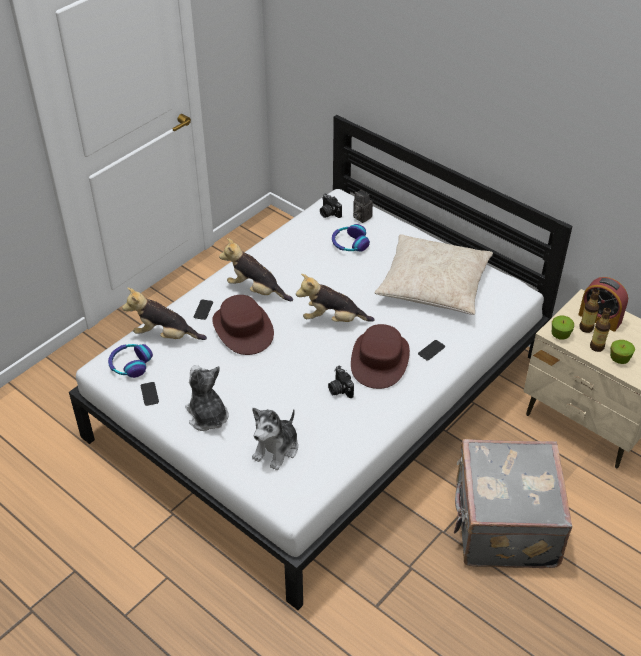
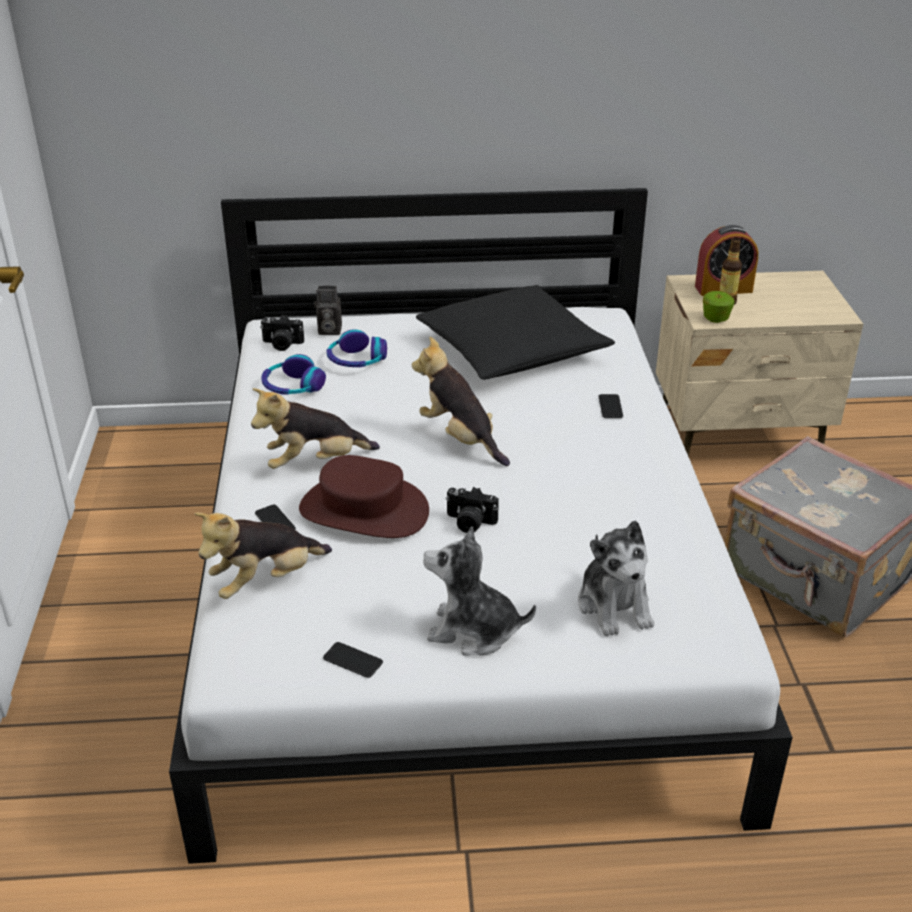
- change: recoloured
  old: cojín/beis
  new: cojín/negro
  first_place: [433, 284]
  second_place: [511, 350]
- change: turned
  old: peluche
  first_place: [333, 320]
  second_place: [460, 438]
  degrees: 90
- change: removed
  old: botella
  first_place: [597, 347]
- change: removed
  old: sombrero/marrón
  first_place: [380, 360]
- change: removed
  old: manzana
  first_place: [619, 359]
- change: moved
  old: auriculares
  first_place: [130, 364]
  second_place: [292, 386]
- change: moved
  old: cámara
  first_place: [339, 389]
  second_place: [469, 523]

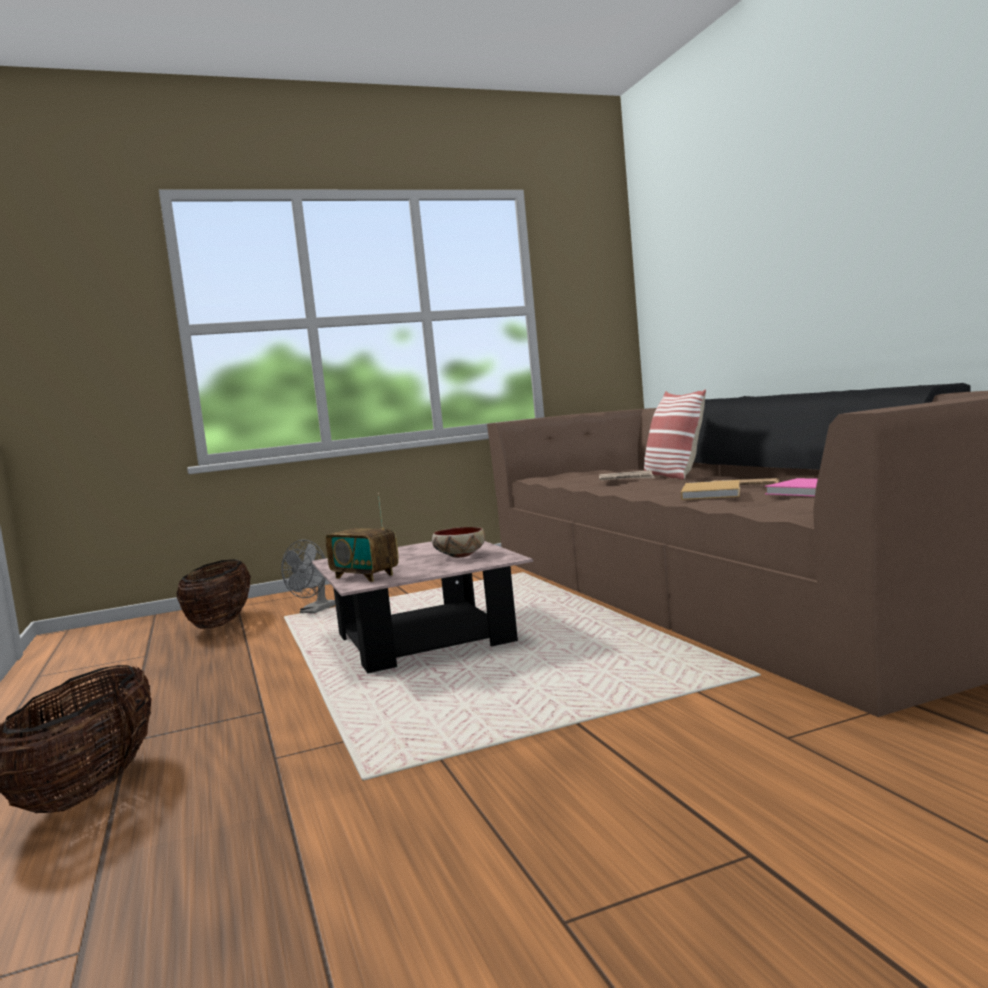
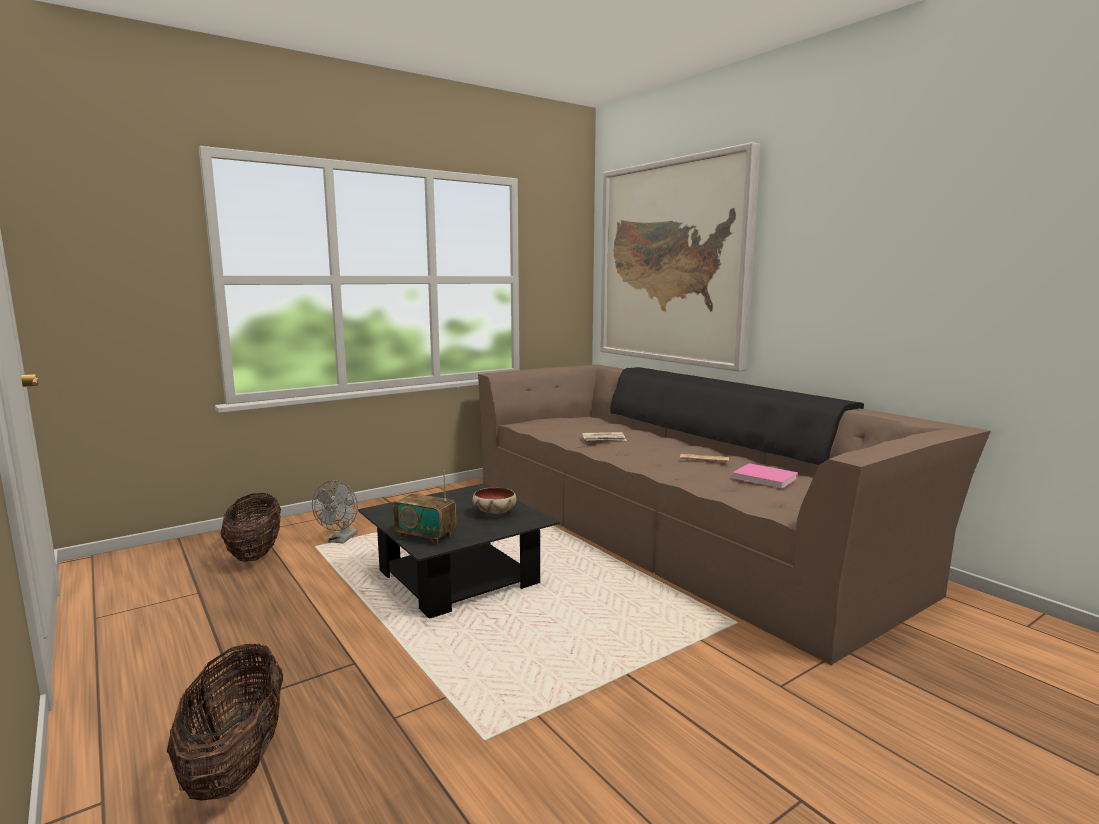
- change: removed
  old: cojín
  first_place: [673, 476]
- change: removed
  old: libro/beis
  first_place: [711, 493]
- change: recoloured
  old: mesa de centro/rosa
  new: mesa de centro/negro
  first_place: [423, 639]
  second_place: [458, 577]
- change: added
  new: cuadro
  second_place: [673, 263]

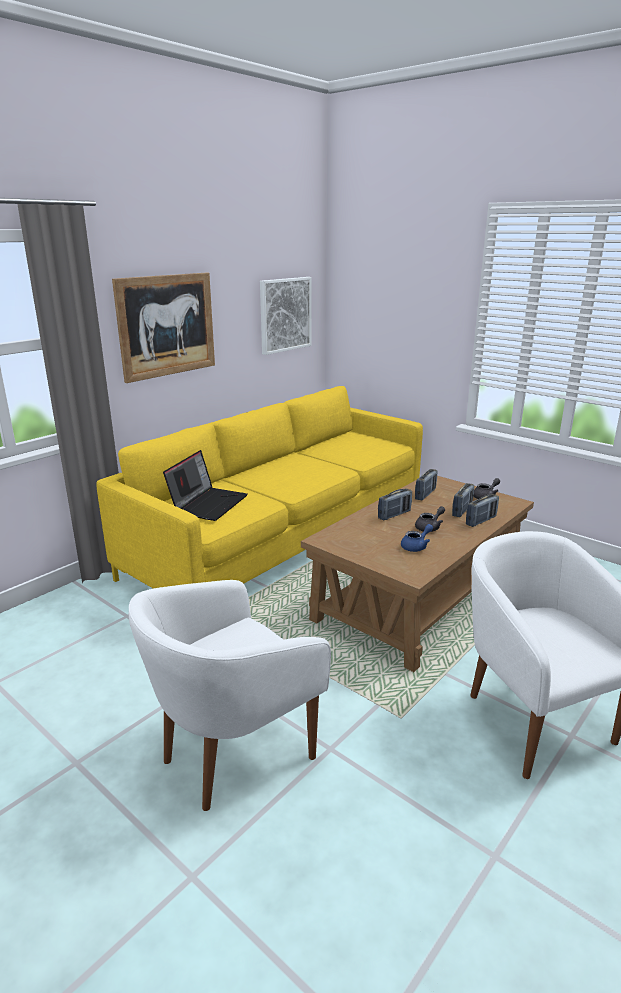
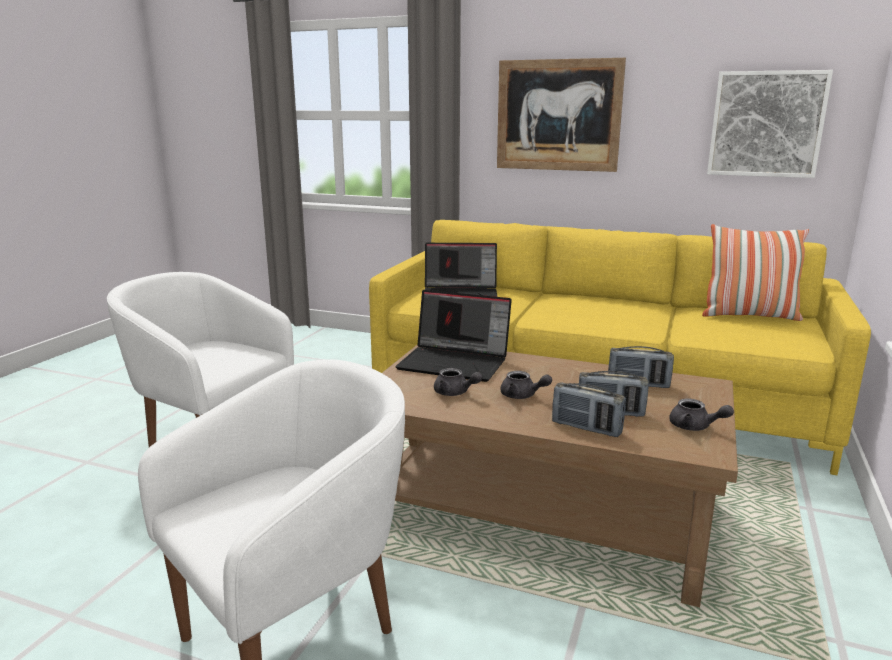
- change: removed
  old: radio
  first_place: [394, 515]
- change: recoloured
  old: tetera/azul
  new: tetera/gris
  first_place: [416, 546]
  second_place: [455, 393]
- change: added
  new: cojín
  second_place: [749, 316]
- change: added
  new: portátil
  second_place: [455, 362]

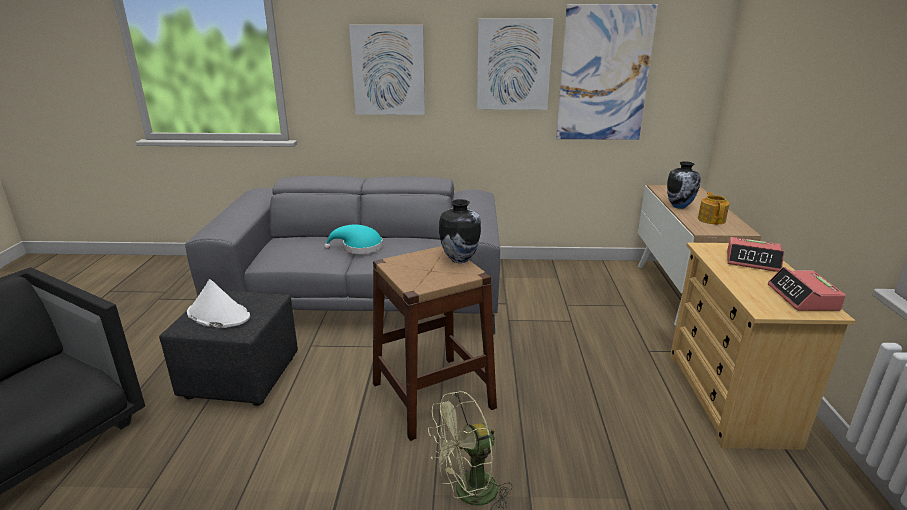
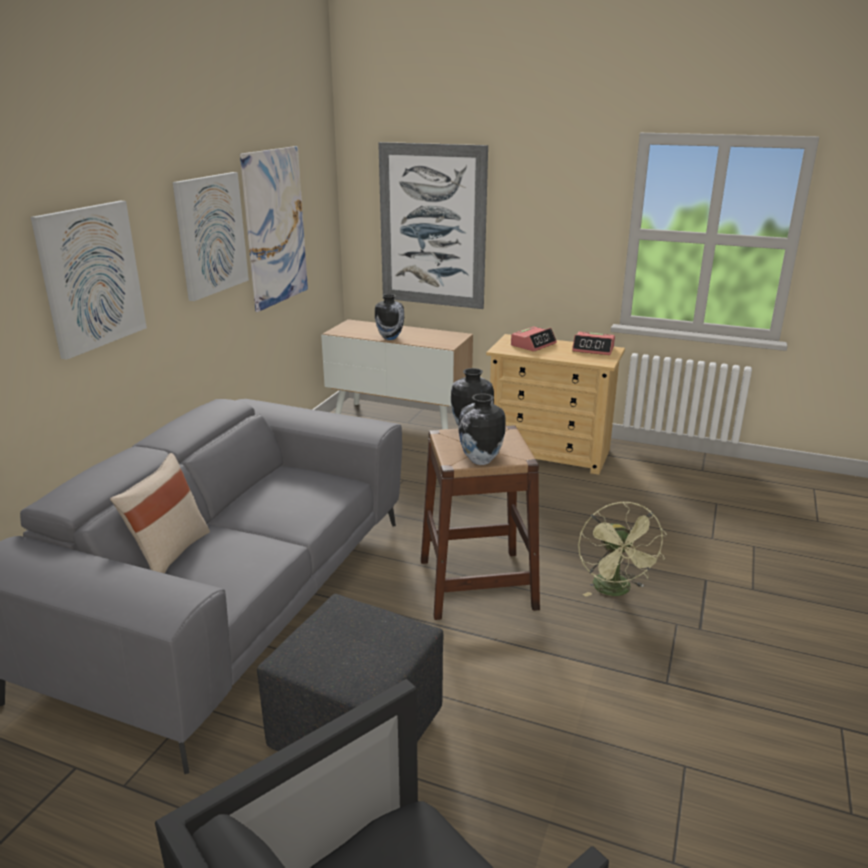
- change: removed
  old: tetera
  first_place: [711, 219]
- change: removed
  old: sombrero/turquesa
  first_place: [359, 247]
- change: removed
  old: sombrero/blanco
  first_place: [218, 315]
- change: added
  new: cuadro
  second_place: [432, 226]
- change: added
  new: florero
  second_place: [480, 461]
- change: added
  new: cojín/beis
  second_place: [169, 554]

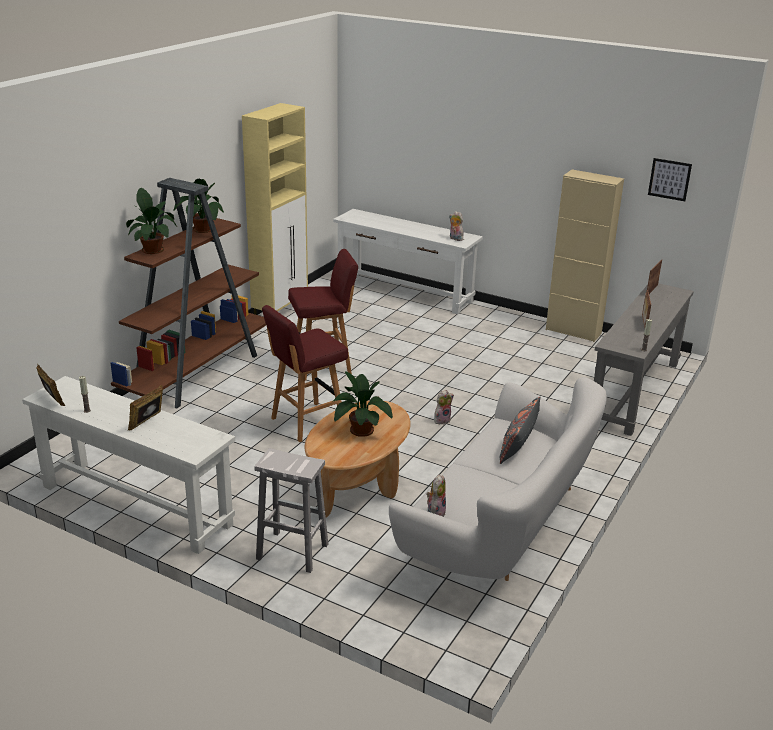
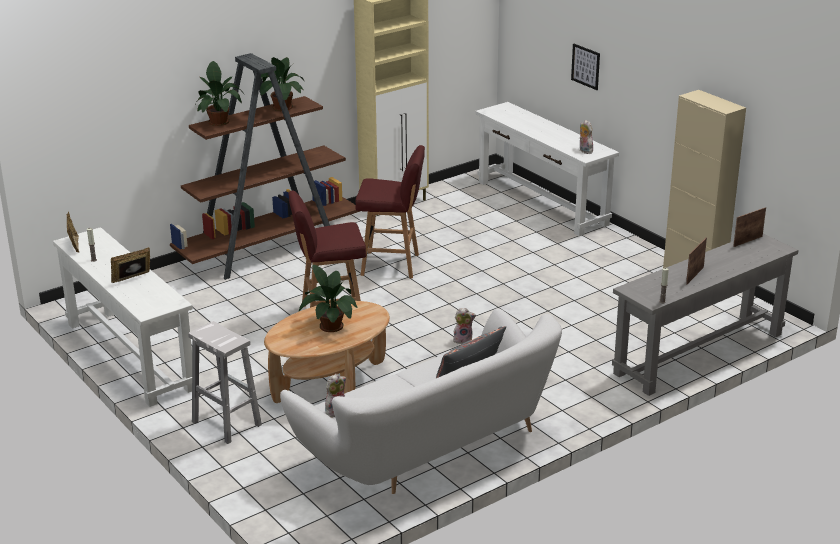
- change: moved
  old: cuadro
  first_place: [669, 179]
  second_place: [585, 66]

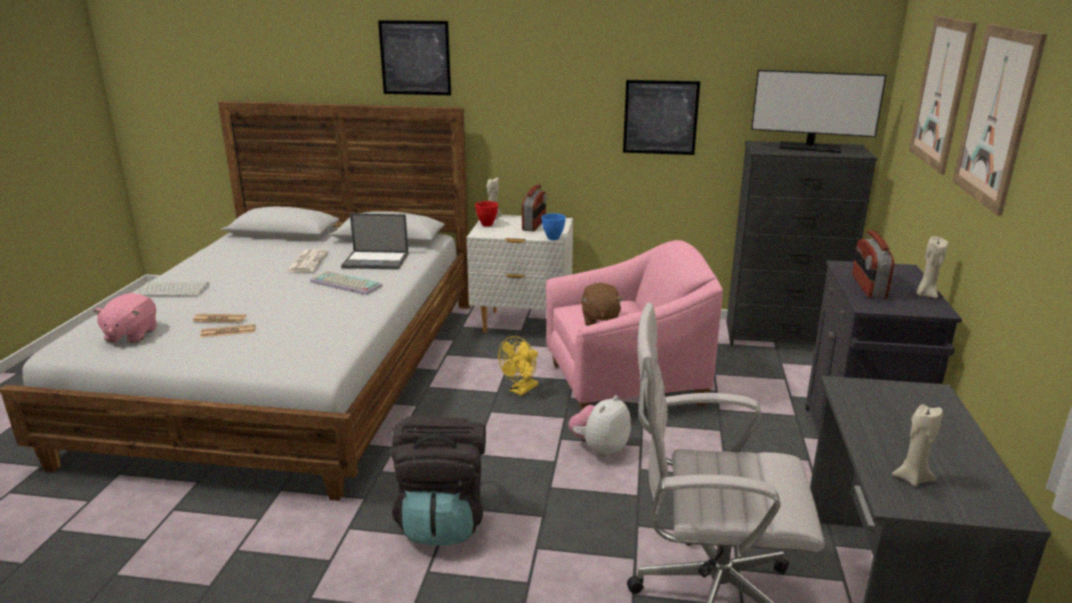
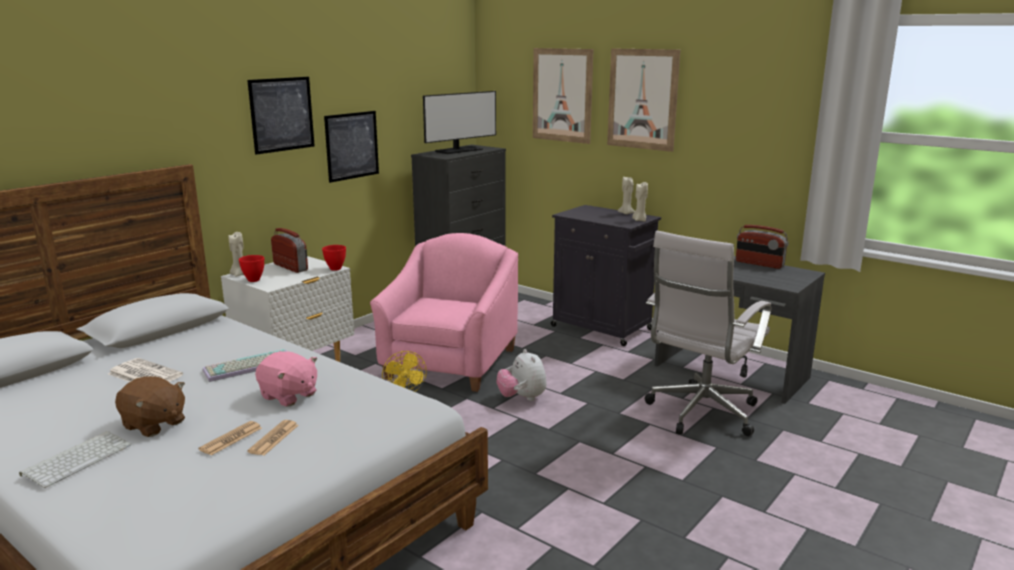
- change: moved
  old: cuadro
  first_place: [415, 58]
  second_place: [282, 114]
- change: removed
  old: portátil
  first_place: [376, 260]
- change: recoloured
  old: cuenco/azul
  new: cuenco/rojo
  first_place: [552, 238]
  second_place: [335, 269]
- change: moved
  old: radio
  first_place: [868, 287]
  second_place: [759, 264]
- change: moved
  old: peluche/marrón
  first_place: [599, 320]
  second_place: [154, 424]
- change: moved
  old: peluche/rosa
  first_place: [131, 335]
  second_place: [288, 396]
- change: moved
  old: vela/beis
  first_place: [912, 478]
  second_place: [639, 220]
- change: removed
  old: mochila/negro
  first_place: [442, 519]

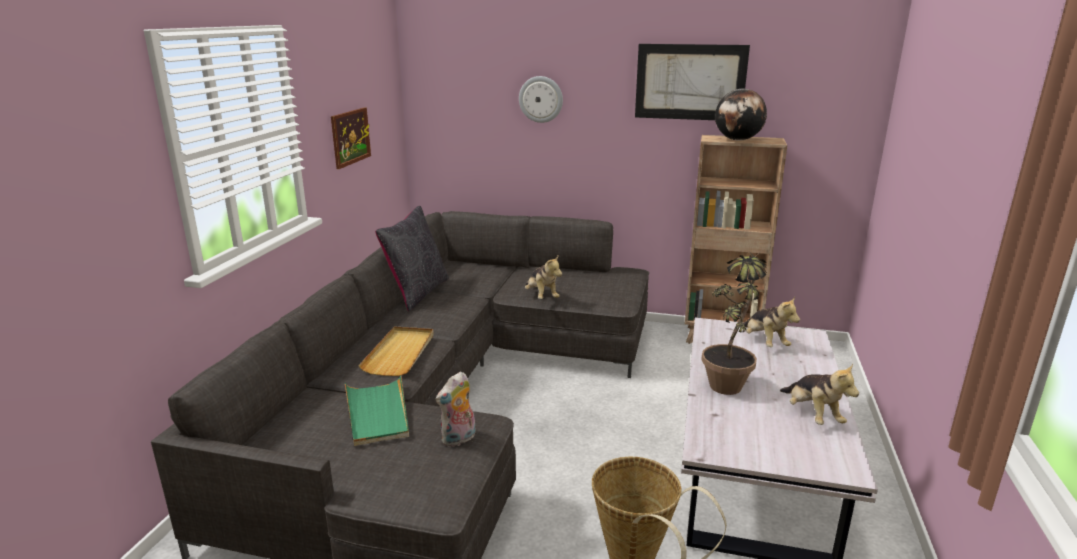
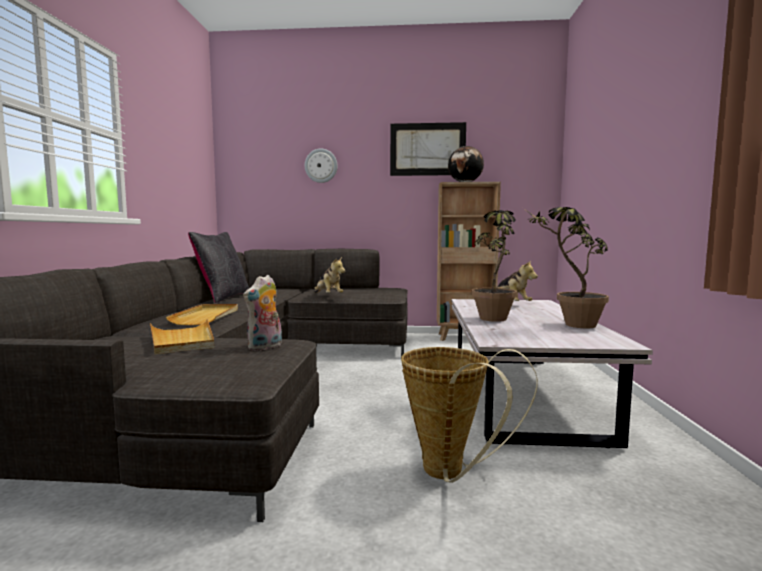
- change: removed
  old: cuadro
  first_place: [350, 137]
- change: replaced
  old: peluche
  new: planta en maceta
  first_place: [812, 415]
  second_place: [570, 325]
- change: recoloured
  old: bandeja/verde
  new: bandeja/beis
  first_place: [377, 413]
  second_place: [182, 339]

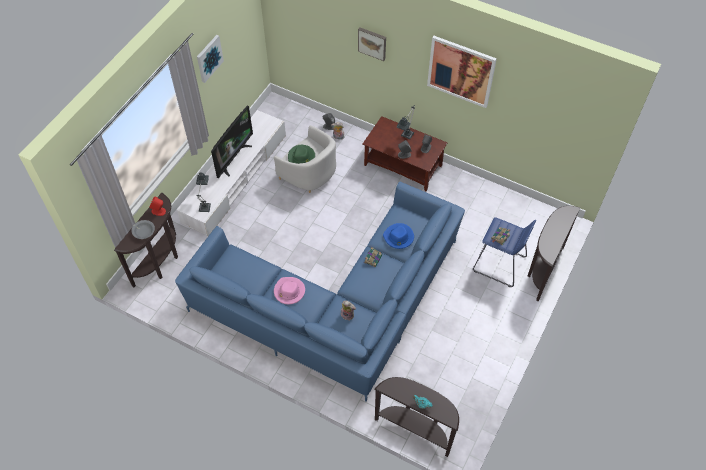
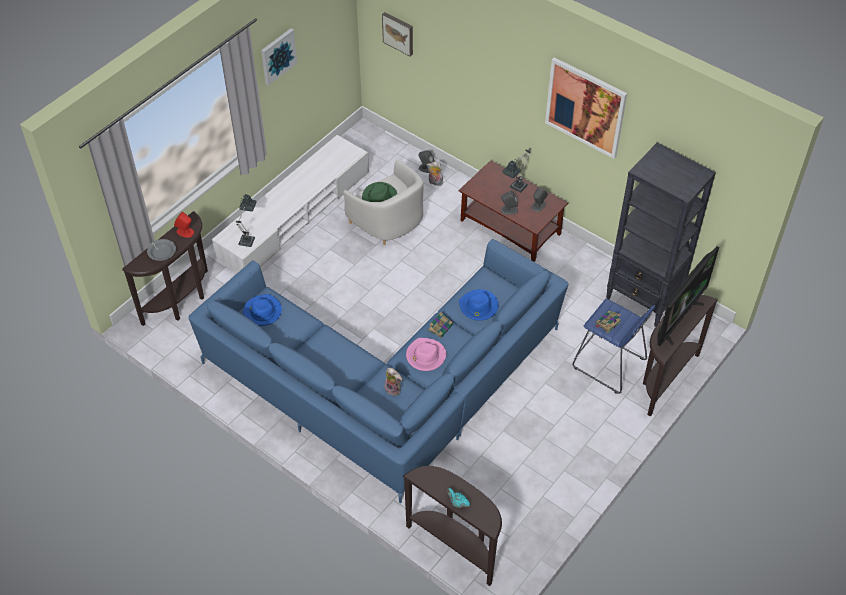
- change: moved
  old: cuadro
  first_place: [372, 43]
  second_place: [398, 33]
- change: moved
  old: televisor
  first_place: [233, 158]
  second_place: [677, 318]
- change: moved
  old: sombrero/rosa
  first_place: [289, 291]
  second_place: [425, 356]
- change: added
  new: estantería/negro
  second_place: [644, 299]
- change: added
  new: sombrero/azul
  second_place: [262, 312]

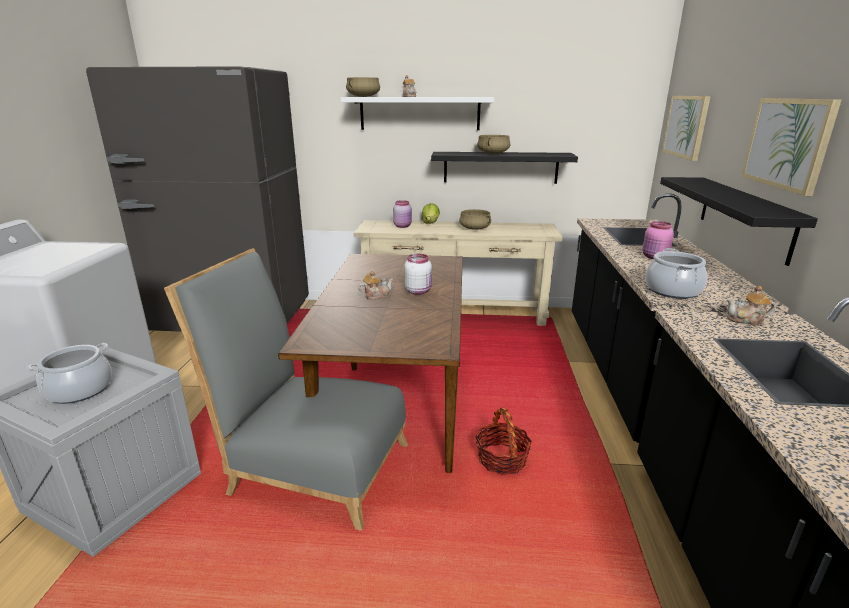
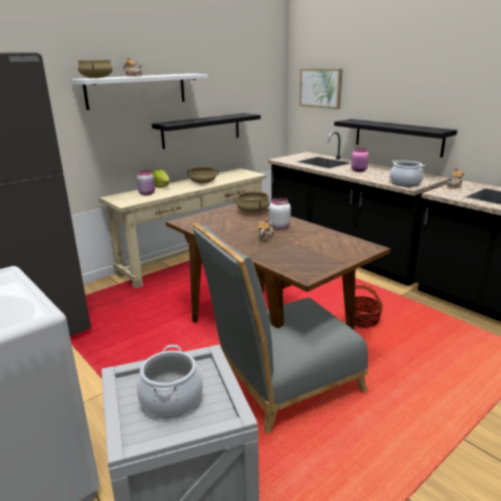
- change: removed
  old: cuadro
  first_place: [788, 143]
- change: moved
  old: olla/beis
  first_place: [493, 153]
  second_place: [253, 211]

